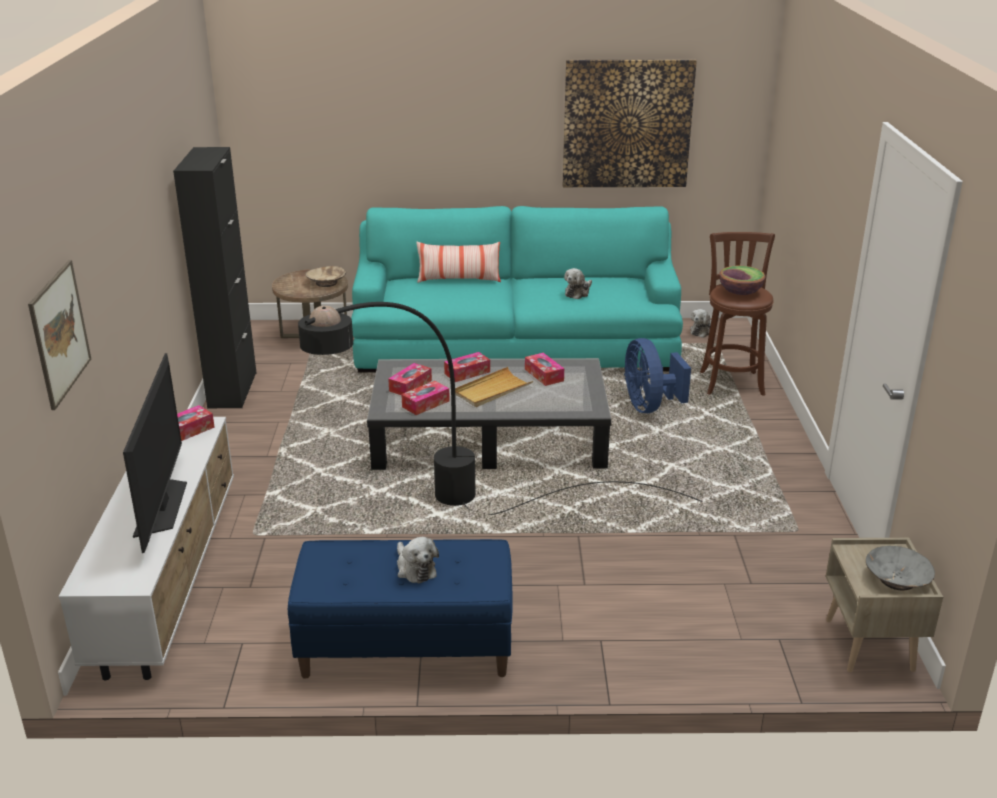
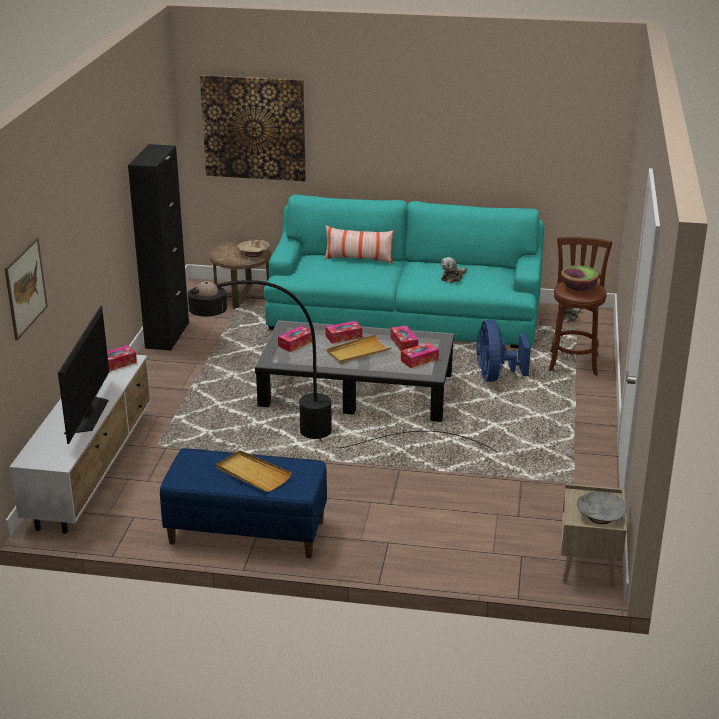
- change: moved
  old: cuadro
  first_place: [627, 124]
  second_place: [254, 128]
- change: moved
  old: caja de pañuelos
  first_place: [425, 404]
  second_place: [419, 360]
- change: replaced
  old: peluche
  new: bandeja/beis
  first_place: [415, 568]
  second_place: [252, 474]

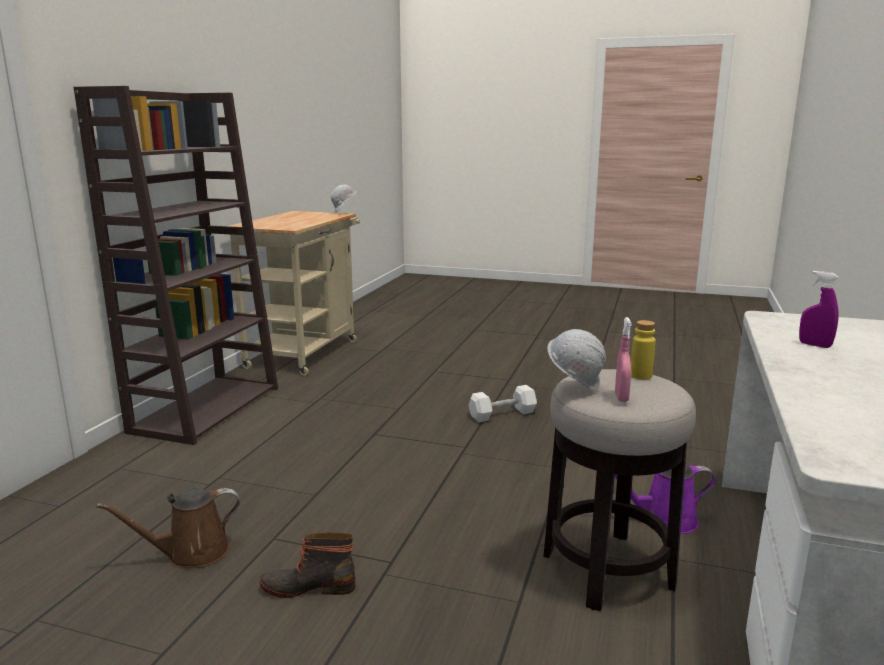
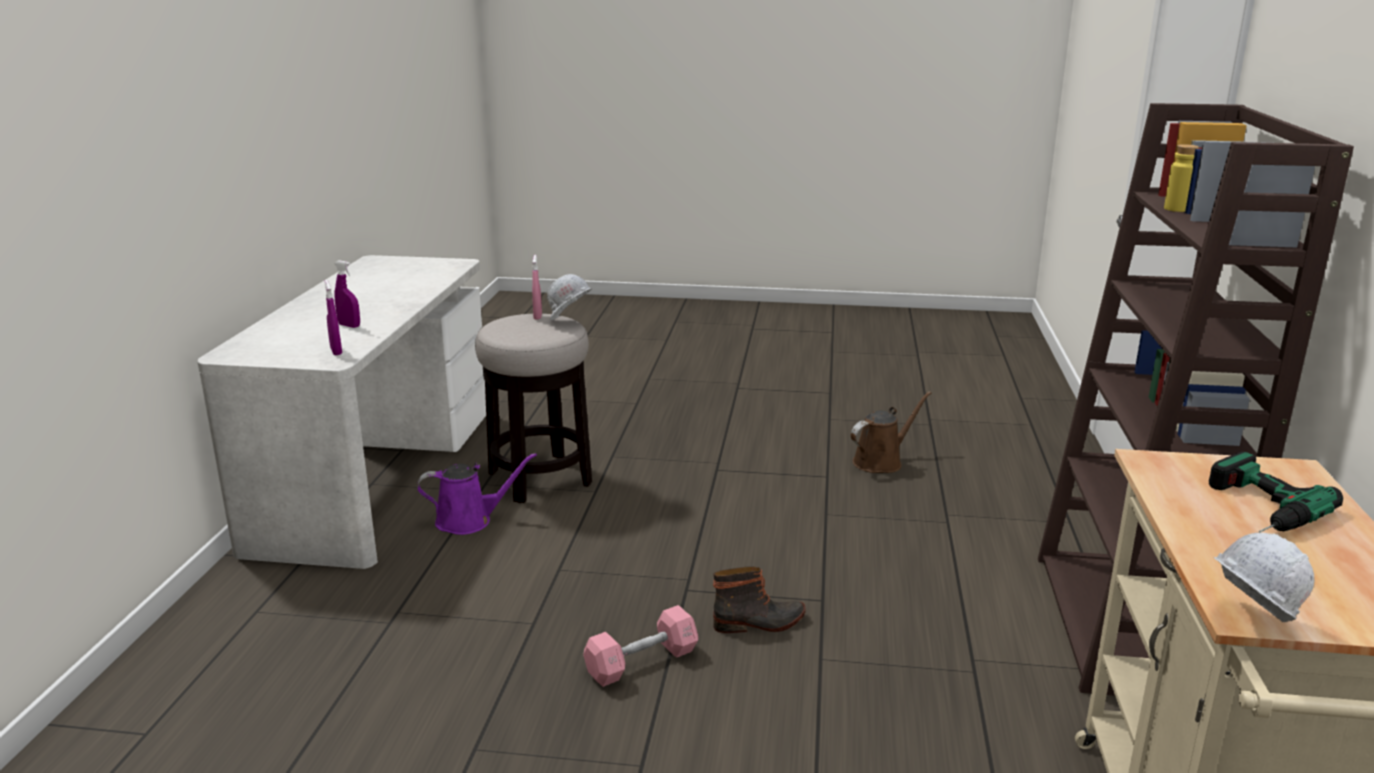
- change: moved
  old: botella/amarillo
  first_place: [641, 375]
  second_place: [1176, 209]
- change: recoloured
  old: mancuerna/blanco
  new: mancuerna/rosa
  first_place: [502, 414]
  second_place: [641, 662]
- change: moved
  old: bota
  first_place: [308, 586]
  second_place: [759, 623]
- change: added
  new: pulverizador/morado
  second_place: [336, 351]
- change: added
  new: taladro
  second_place: [1254, 508]

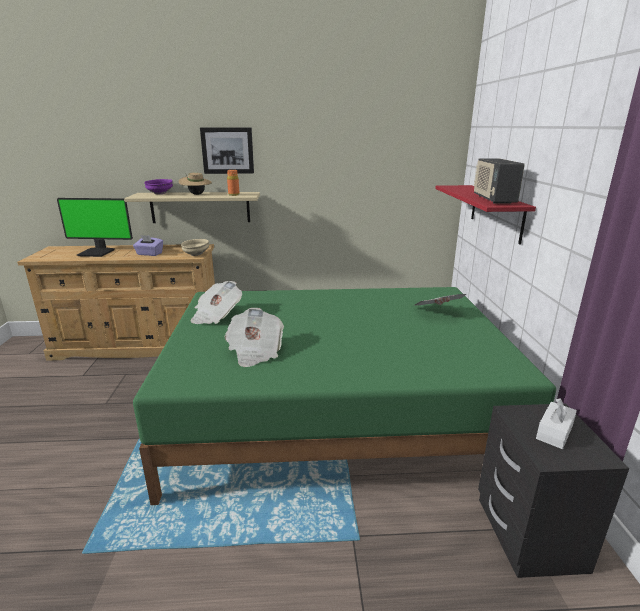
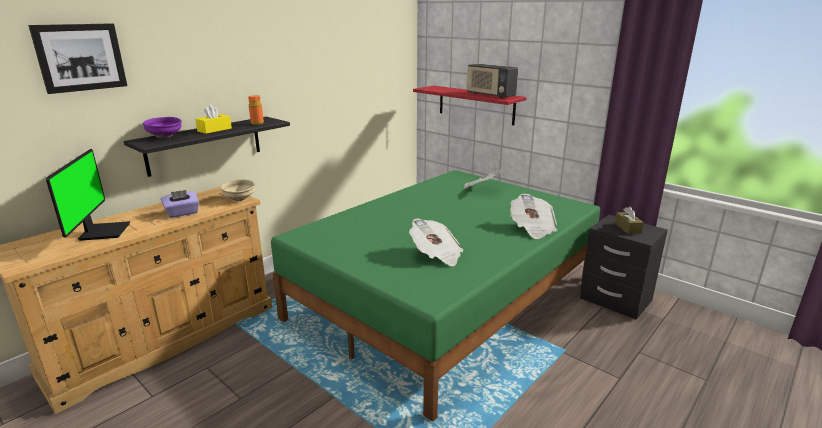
- change: moved
  old: cuadro
  first_place: [227, 150]
  second_place: [80, 57]
- change: replaced
  old: sombrero/beis
  new: caja de pañuelos/amarillo
  first_place: [196, 194]
  second_place: [214, 130]
- change: recoloured
  old: estante/beis
  new: estante/negro
  first_place: [200, 207]
  second_place: [205, 145]
- change: turned
  old: monitor
  first_place: [97, 252]
  second_place: [102, 231]
  degrees: -60
- change: moved
  old: periódico
  first_place: [216, 316]
  second_place: [532, 228]
- change: recoloured
  old: caja de pañuelos/blanco
  new: caja de pañuelos/marrón
  first_place: [554, 432]
  second_place: [627, 228]

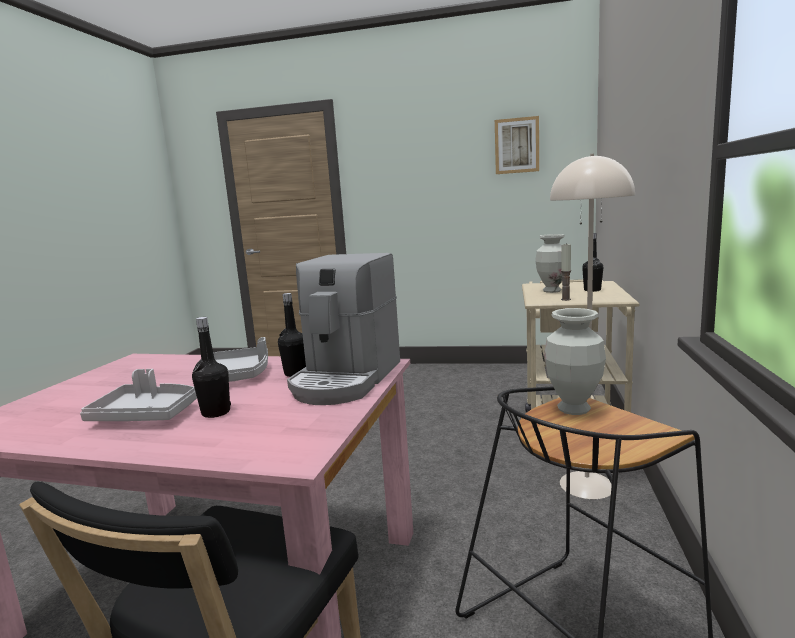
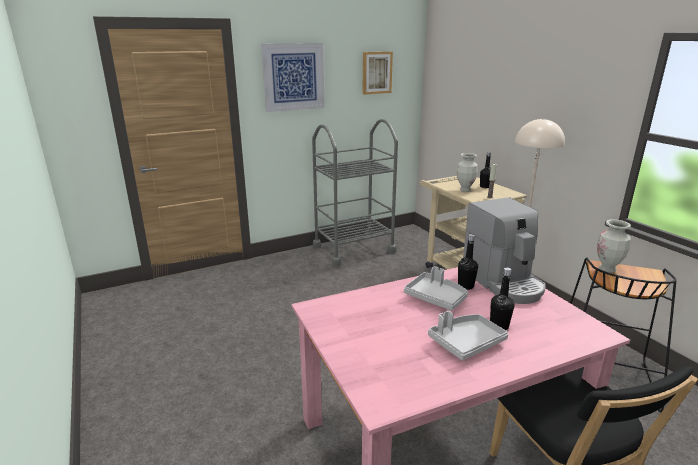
- change: added
  new: cuadro
  second_place: [293, 77]
- change: added
  new: carrito/gris
  second_place: [353, 249]

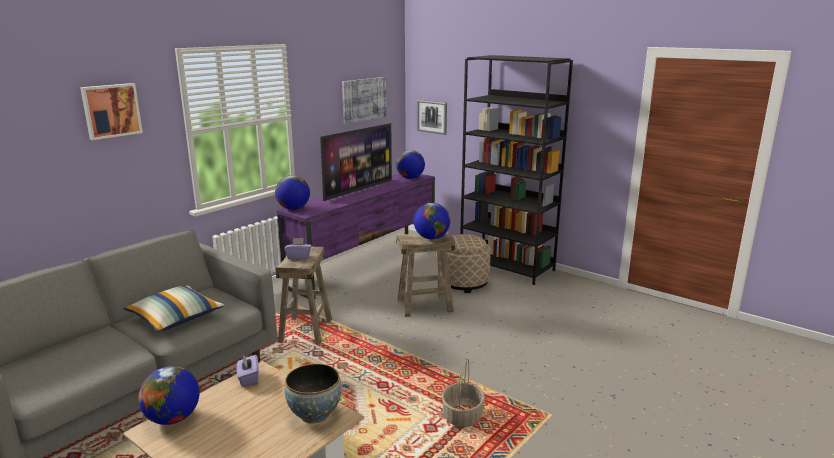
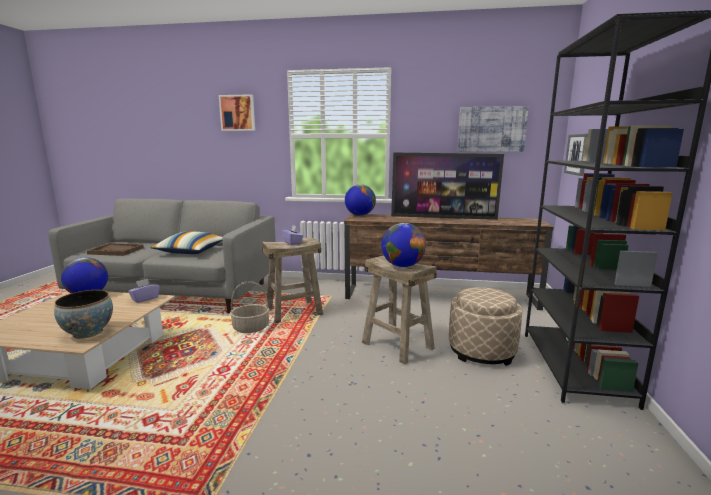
- change: removed
  old: globo terráqueo
  first_place: [410, 178]
- change: recoloured
  old: mueble de televisión/morado
  new: mueble de televisión/marrón
  first_place: [366, 264]
  second_place: [440, 297]
- change: moved
  old: cesta
  first_place: [462, 416]
  second_place: [251, 328]
- change: added
  new: bandeja/marrón
  second_place: [116, 251]

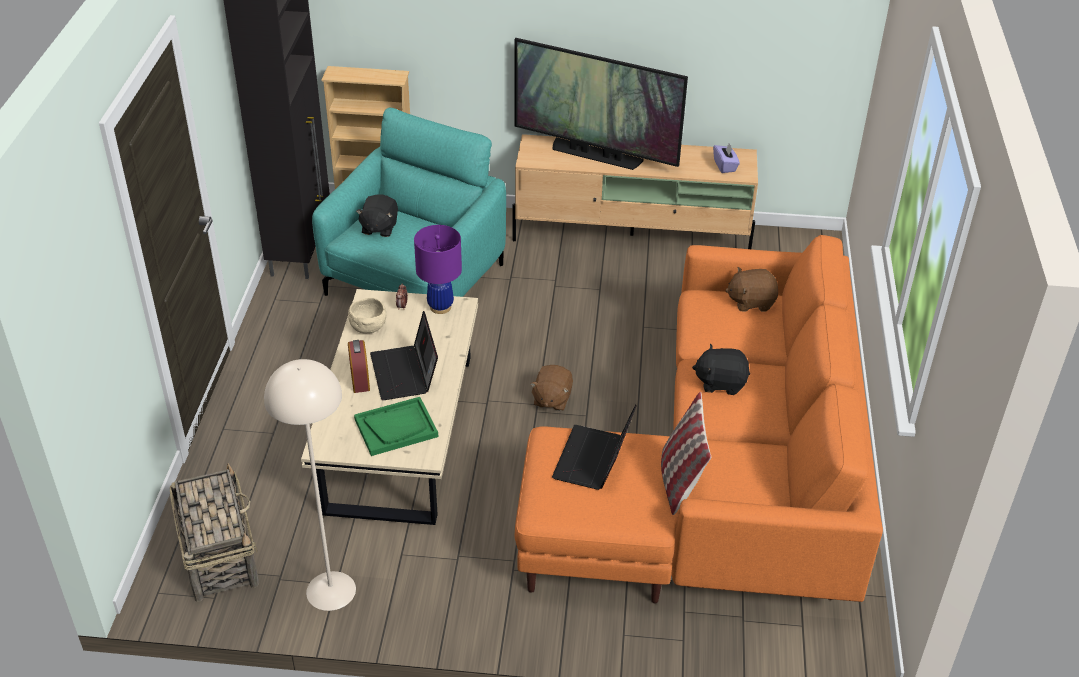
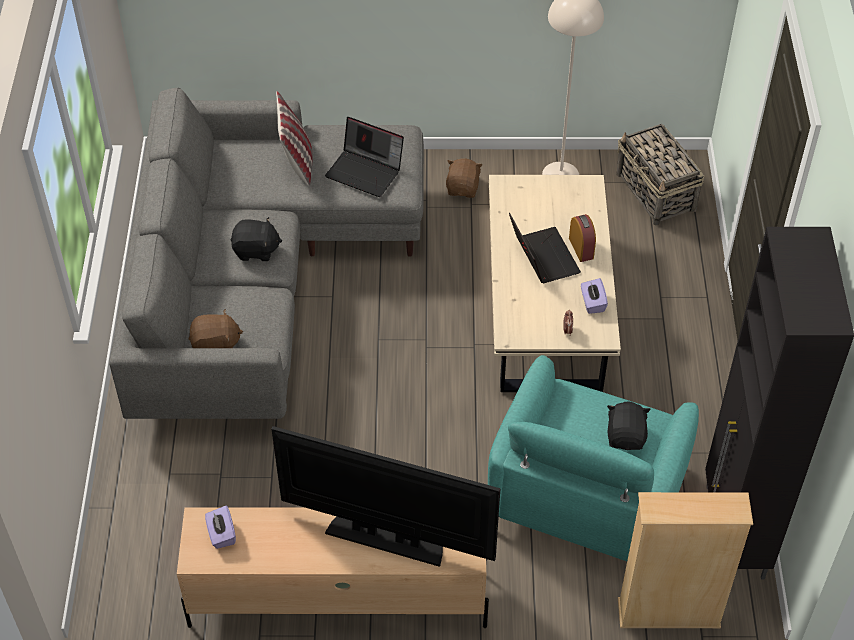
- change: removed
  old: lámpara de mesa/morado
  first_place: [440, 307]
- change: recoloured
  old: sofá/naranja
  new: sofá/gris
  first_place: [722, 484]
  second_place: [256, 282]
- change: replaced
  old: cuenco/beis
  new: caja de pañuelos/morado
  first_place: [368, 327]
  second_place: [592, 303]
- change: moved
  old: peluche/marrón
  first_place: [551, 399]
  second_place: [463, 188]
- change: removed
  old: bandeja/verde
  first_place: [396, 428]
- change: turned
  old: portátil
  first_place: [594, 461]
  second_place: [366, 171]
  degrees: 105

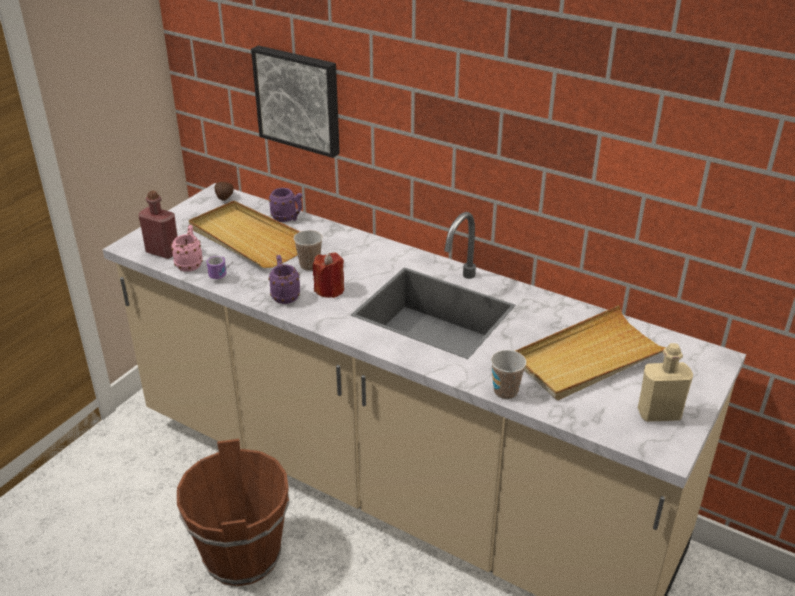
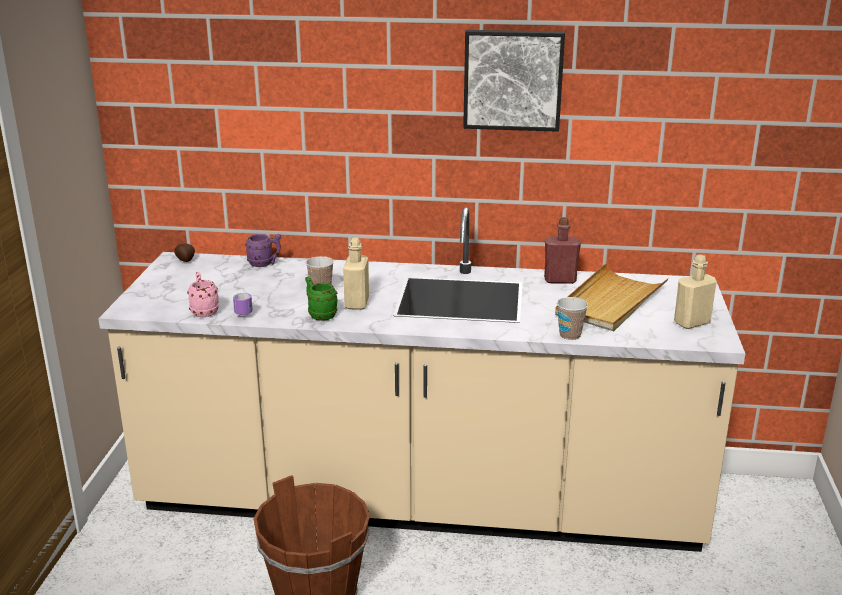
- change: moved
  old: cuadro
  first_place: [299, 99]
  second_place: [513, 79]
- change: moved
  old: botella/rojo
  first_place: [163, 252]
  second_place: [560, 280]
- change: removed
  old: bandeja/beis
  first_place: [248, 238]
- change: replaced
  old: vela/rojo
  new: botella/beis
  first_place: [329, 290]
  second_place: [357, 303]
- change: recoloured
  old: taza grande/morado
  new: taza grande/verde
  first_place: [284, 295]
  second_place: [319, 315]

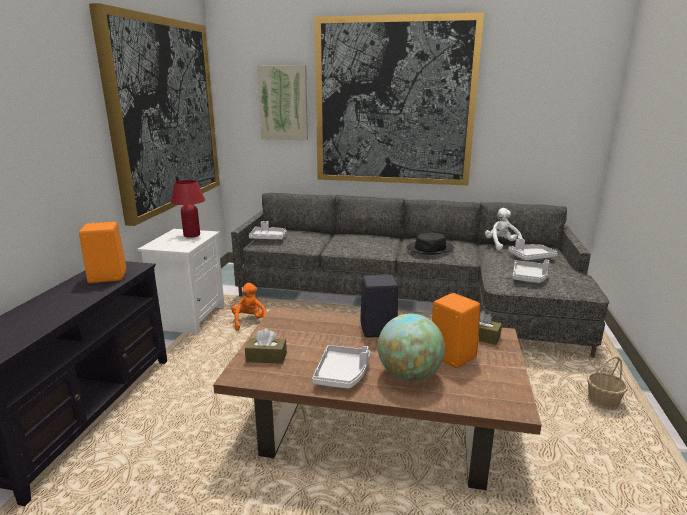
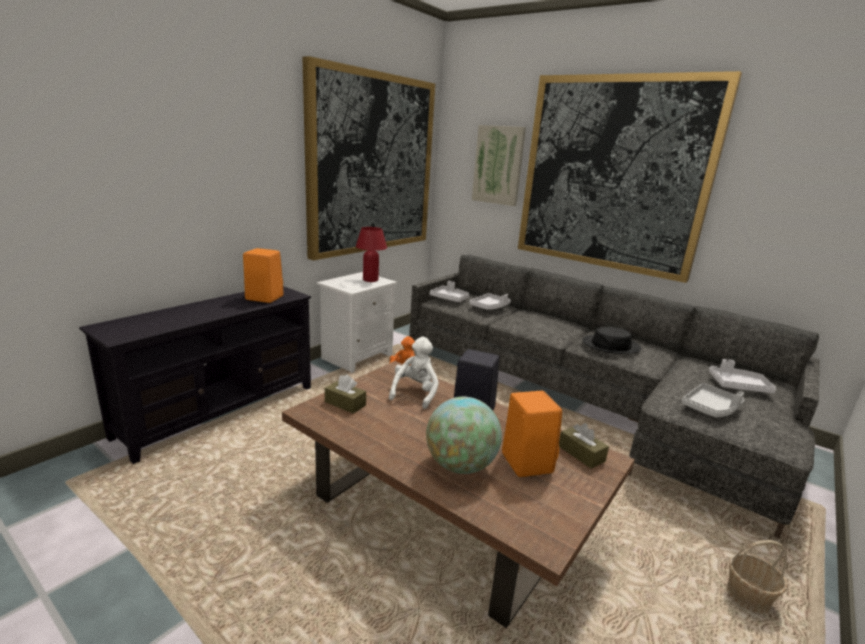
- change: moved
  old: peluche/blanco
  first_place: [501, 245]
  second_place: [415, 393]
- change: moved
  old: bandeja/blanco
  first_place: [342, 374]
  second_place: [489, 307]

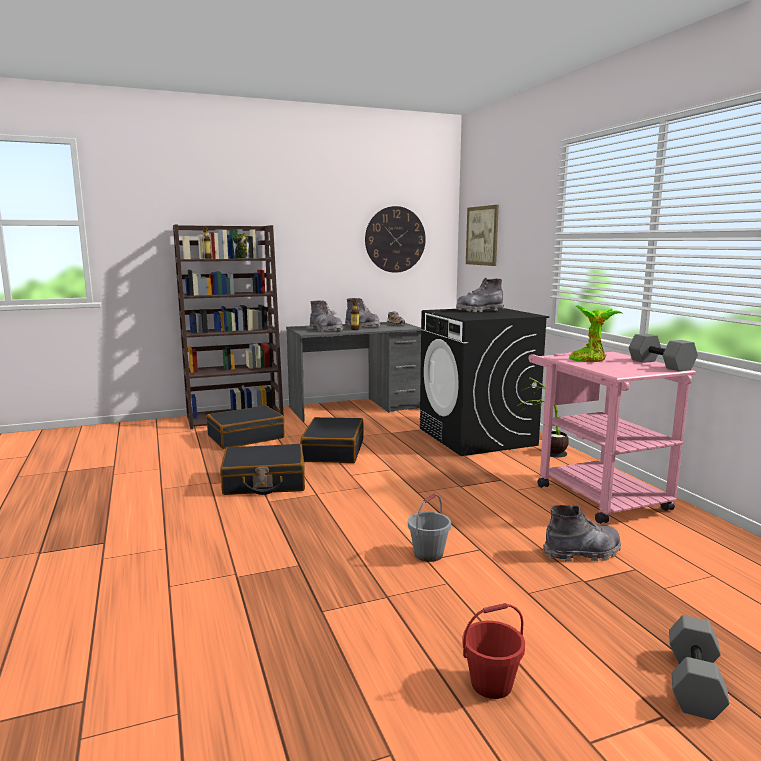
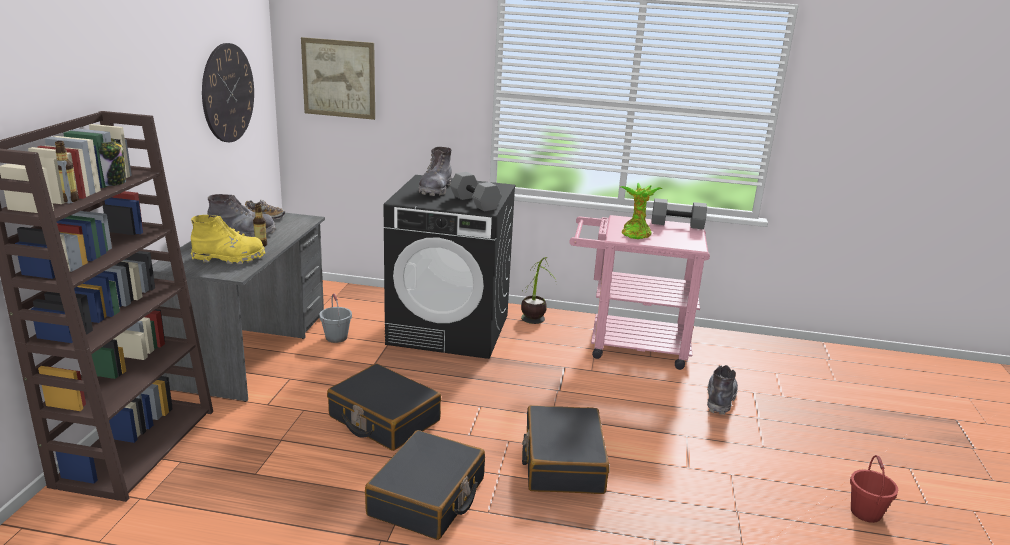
- change: recoloured
  old: bota/gris
  new: bota/amarillo
  first_place: [325, 330]
  second_place: [229, 258]
- change: moved
  old: maleta/negro
  first_place: [246, 437]
  second_place: [563, 462]
- change: moved
  old: cubo/gris
  first_place: [428, 554]
  second_place: [336, 337]
- change: moved
  old: mancuerna/gris
  first_place: [692, 681]
  second_place: [473, 202]

